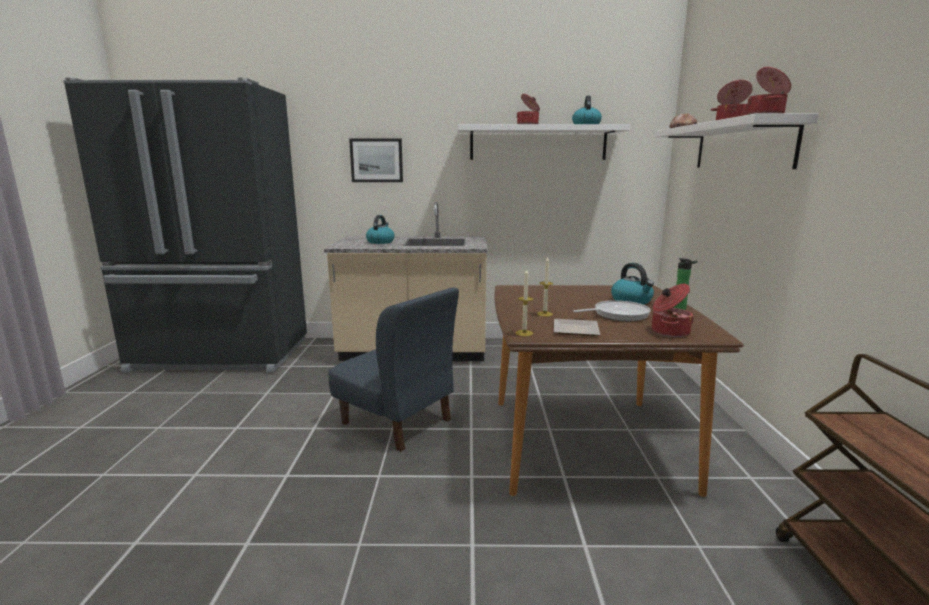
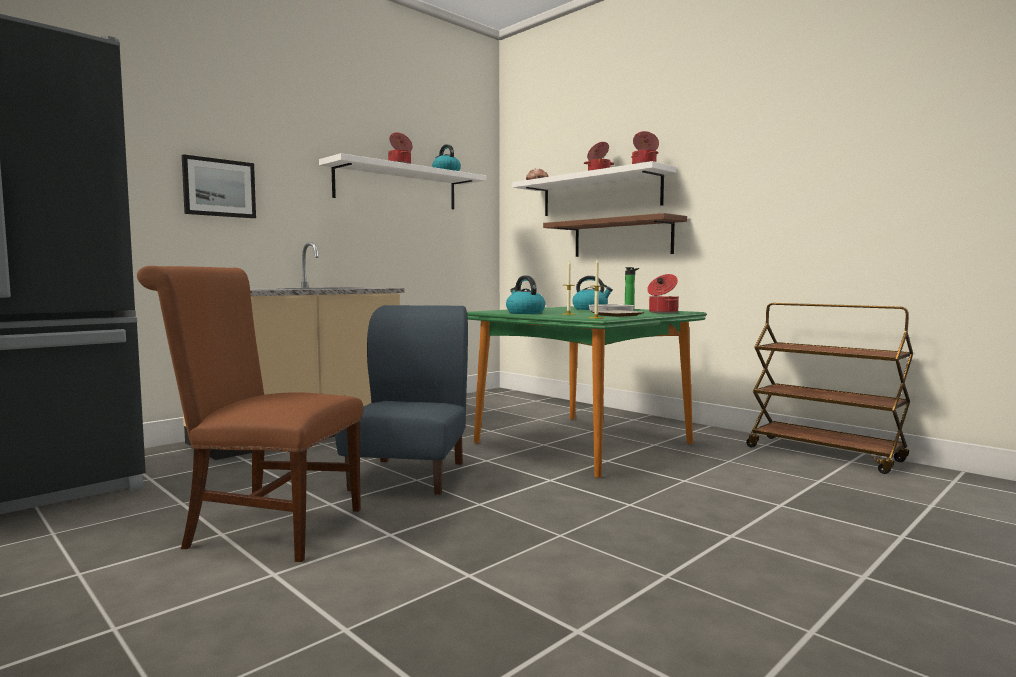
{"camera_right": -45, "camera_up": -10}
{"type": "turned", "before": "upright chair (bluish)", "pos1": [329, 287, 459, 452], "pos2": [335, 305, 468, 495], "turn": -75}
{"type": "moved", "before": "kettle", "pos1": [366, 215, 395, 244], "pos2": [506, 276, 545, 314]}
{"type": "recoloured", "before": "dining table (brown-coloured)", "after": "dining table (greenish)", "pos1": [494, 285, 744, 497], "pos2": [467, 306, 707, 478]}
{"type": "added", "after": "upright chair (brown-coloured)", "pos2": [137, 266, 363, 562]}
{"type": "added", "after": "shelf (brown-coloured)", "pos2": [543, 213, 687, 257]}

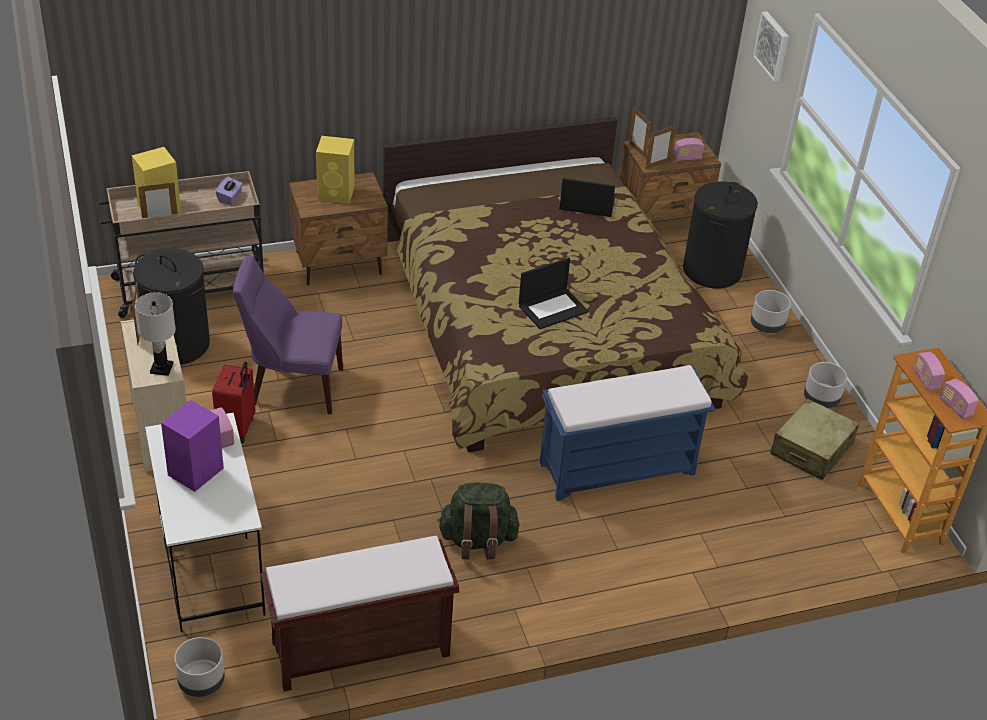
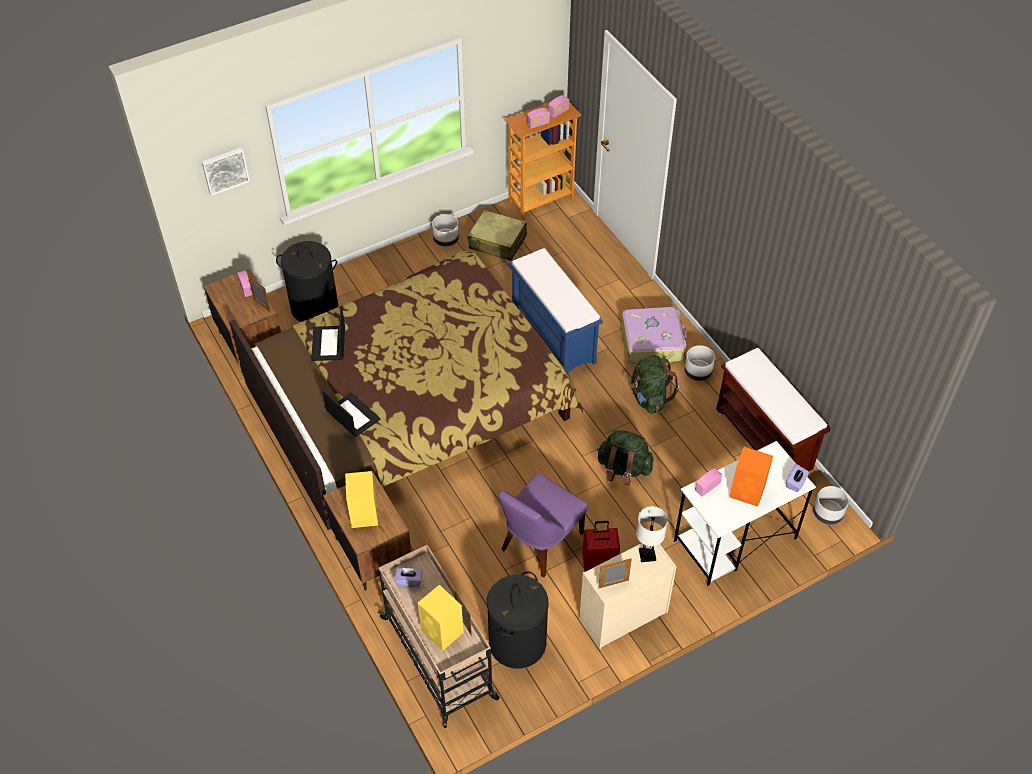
{"camera_right": -100, "camera_up": 10}
{"type": "recoloured", "before": "speaker (purplish)", "after": "speaker (orangey)", "pos1": [161, 400, 224, 492], "pos2": [729, 447, 773, 507]}
{"type": "turned", "before": "upright chair (purplish)", "pos1": [233, 255, 343, 414], "pos2": [498, 473, 587, 578], "turn": 45}
{"type": "moved", "before": "laptop", "pos1": [519, 257, 588, 329], "pos2": [322, 390, 380, 437]}
{"type": "removed", "before": "picture frame", "pos1": [628, 107, 651, 158]}
{"type": "moved", "before": "planter (gray)", "pos1": [750, 290, 791, 333], "pos2": [684, 345, 715, 381]}
{"type": "added", "after": "knapsack (greenish)", "pos2": [597, 430, 653, 486]}
{"type": "added", "after": "suitcase", "pos2": [621, 307, 687, 364]}
{"type": "added", "after": "tissue box (purplish)", "pos2": [786, 464, 809, 492]}

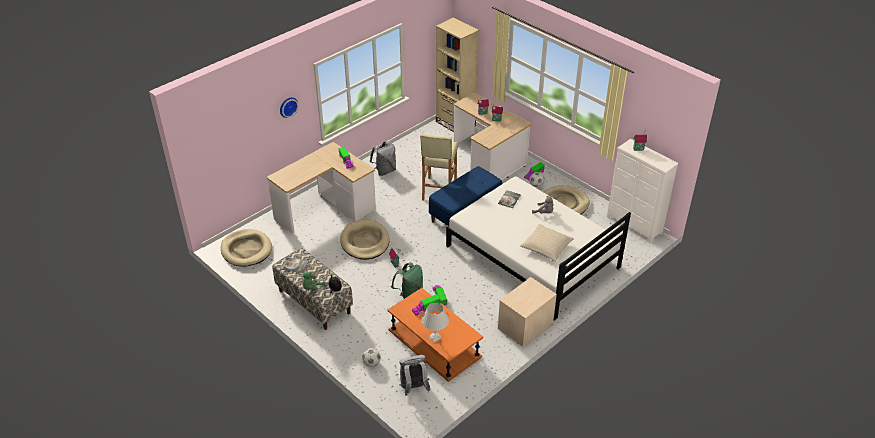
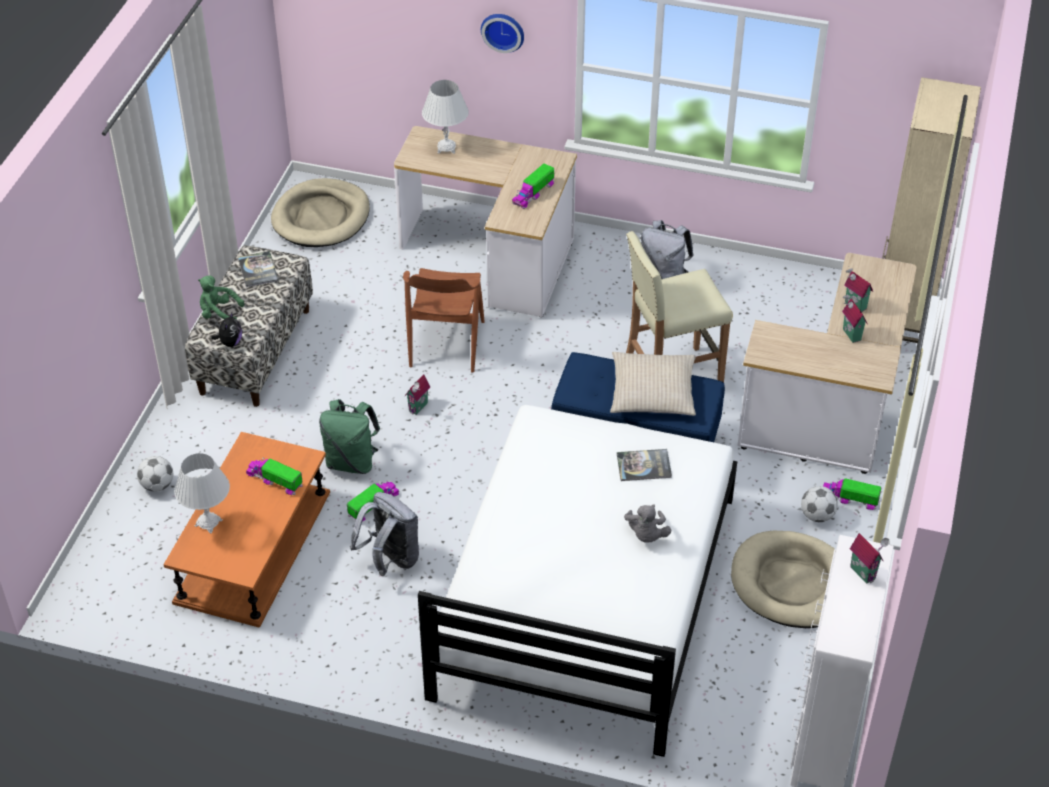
{"camera_right": 60, "camera_up": 5}
{"type": "replaced", "before": "dog cushion (sand-coloured)", "after": "upright chair (brown-coloured)", "pos1": [340, 219, 390, 260], "pos2": [403, 268, 485, 373]}
{"type": "moved", "before": "knapsack (gray)", "pos1": [399, 355, 431, 396], "pos2": [350, 492, 419, 576]}
{"type": "removed", "before": "nightstand (sand-coloured)", "pos1": [498, 277, 557, 347]}
{"type": "moved", "before": "cushion (sand-coloured)", "pos1": [520, 224, 574, 262], "pos2": [610, 352, 696, 416]}
{"type": "added", "after": "tabletop lamp (whitish)", "pos2": [422, 80, 469, 154]}

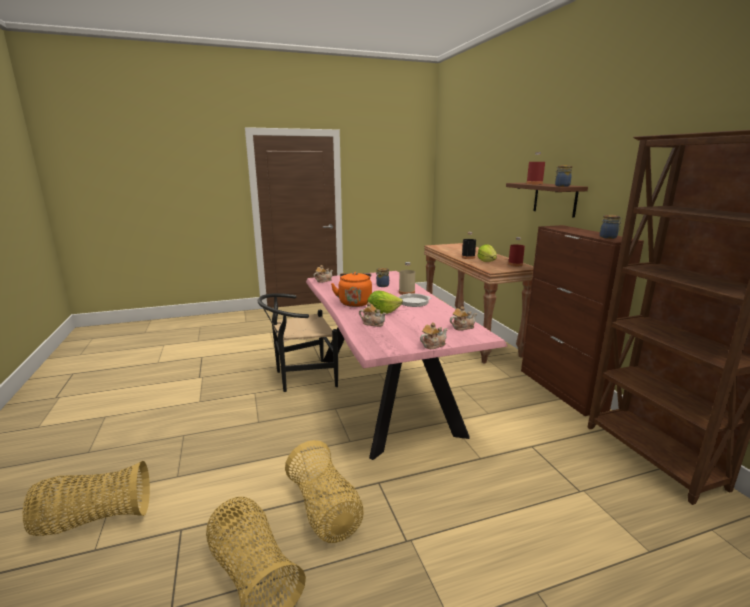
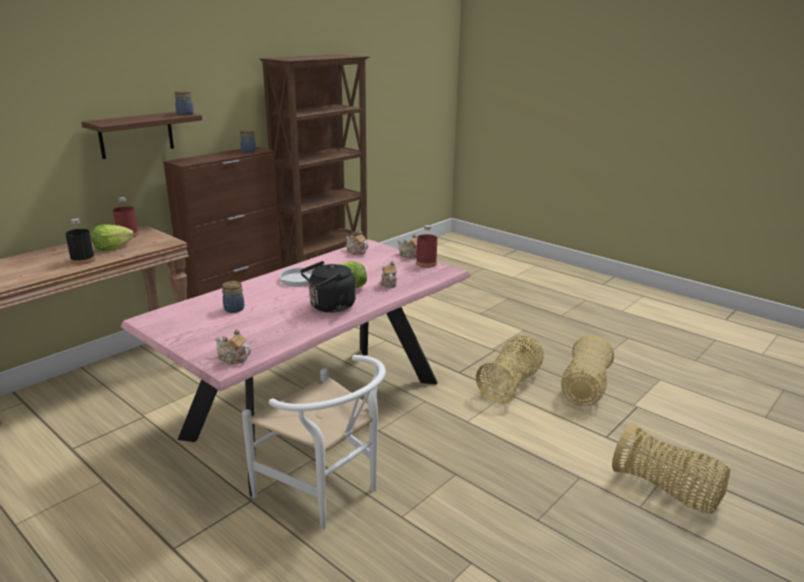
{"camera_right": -120, "camera_up": 5}
{"type": "recoloured", "before": "upright chair (blackish)", "after": "upright chair (whitish)", "pos1": [258, 293, 338, 392], "pos2": [242, 355, 386, 530]}
{"type": "recoloured", "before": "kettle (orangey)", "after": "kettle (blackish)", "pos1": [331, 272, 372, 307], "pos2": [300, 261, 356, 313]}
{"type": "removed", "before": "beverage bottle (sand-coloured)", "pos1": [399, 262, 415, 295]}
{"type": "moved", "before": "beverage bottle (reddish)", "pos1": [526, 152, 545, 184], "pos2": [416, 225, 437, 268]}

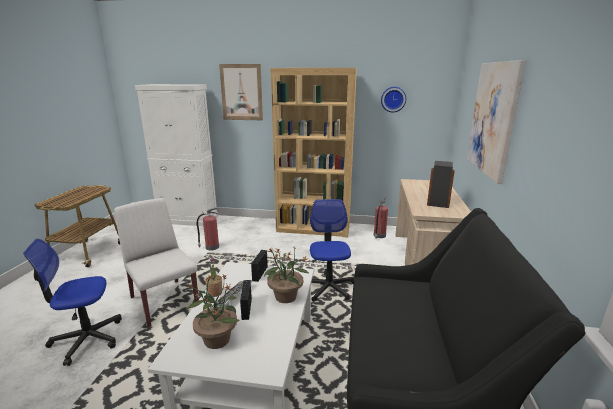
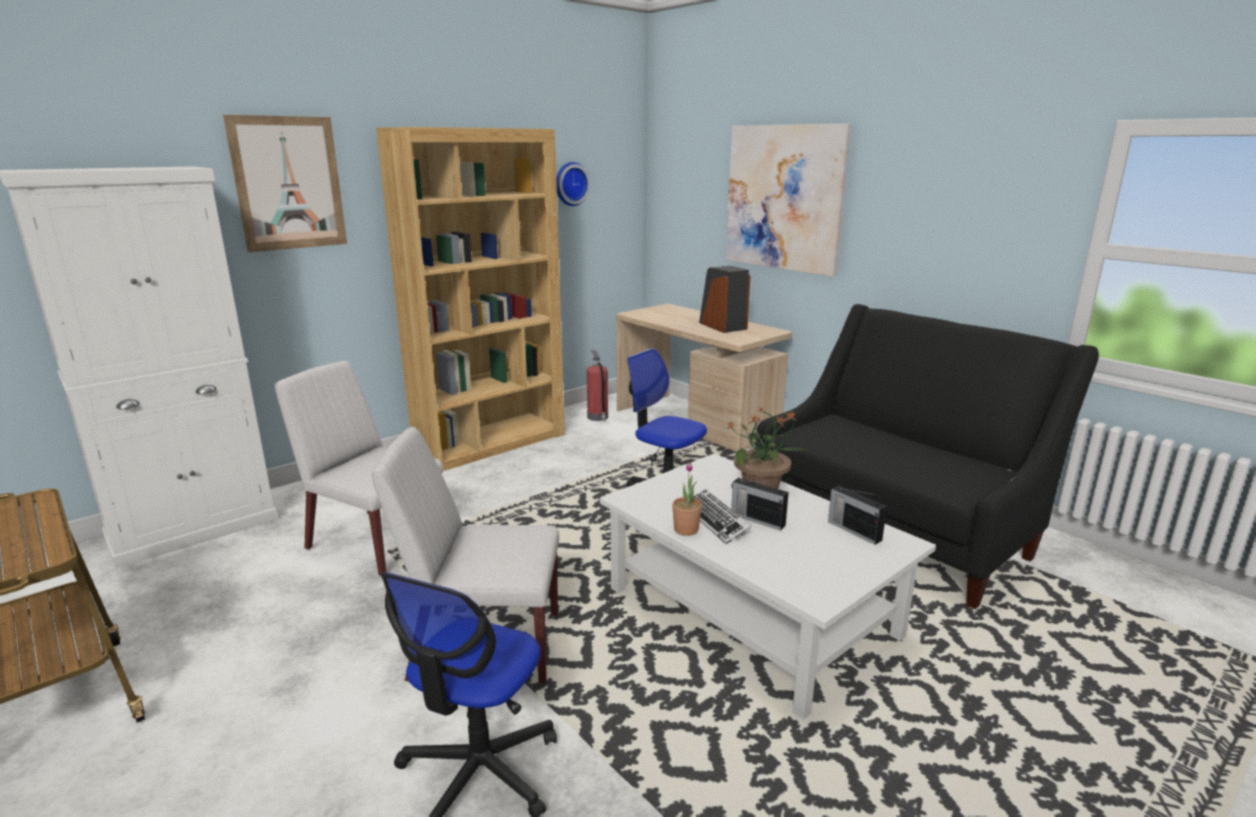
{"camera_right": -50, "camera_up": 0}
{"type": "removed", "before": "houseplant", "pos1": [186, 273, 240, 349]}
{"type": "replaced", "before": "fire extinguisher", "after": "upright chair (whitish)", "pos1": [197, 208, 219, 251], "pos2": [275, 361, 443, 576]}
{"type": "moved", "before": "radio", "pos1": [251, 250, 268, 282], "pos2": [828, 486, 887, 545]}

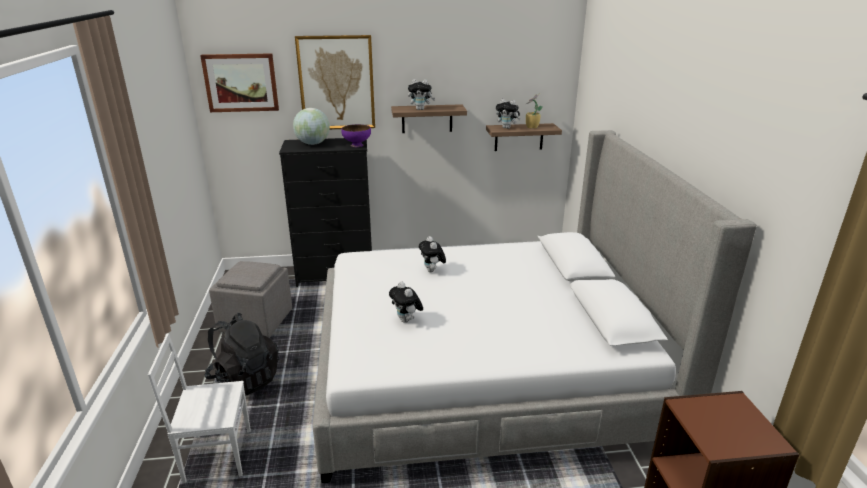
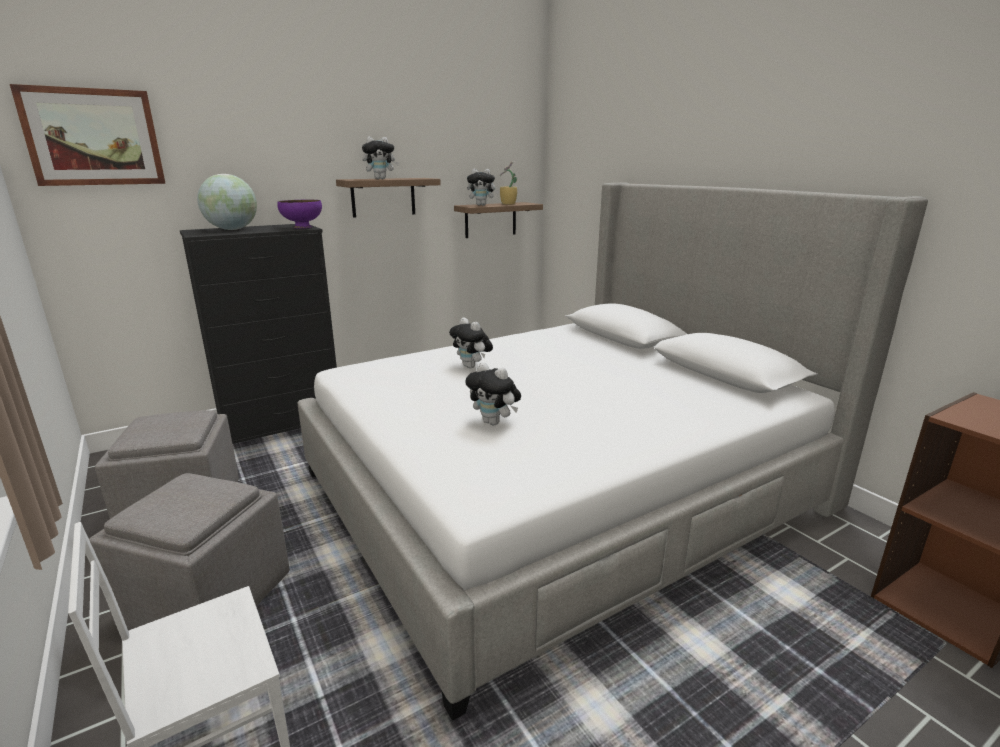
{"camera_right": -25, "camera_up": -5}
{"type": "replaced", "before": "knapsack (blackish)", "after": "footrest (gray)", "pos1": [204, 313, 279, 396], "pos2": [89, 473, 290, 630]}
{"type": "removed", "before": "wall picture", "pos1": [295, 35, 375, 129]}

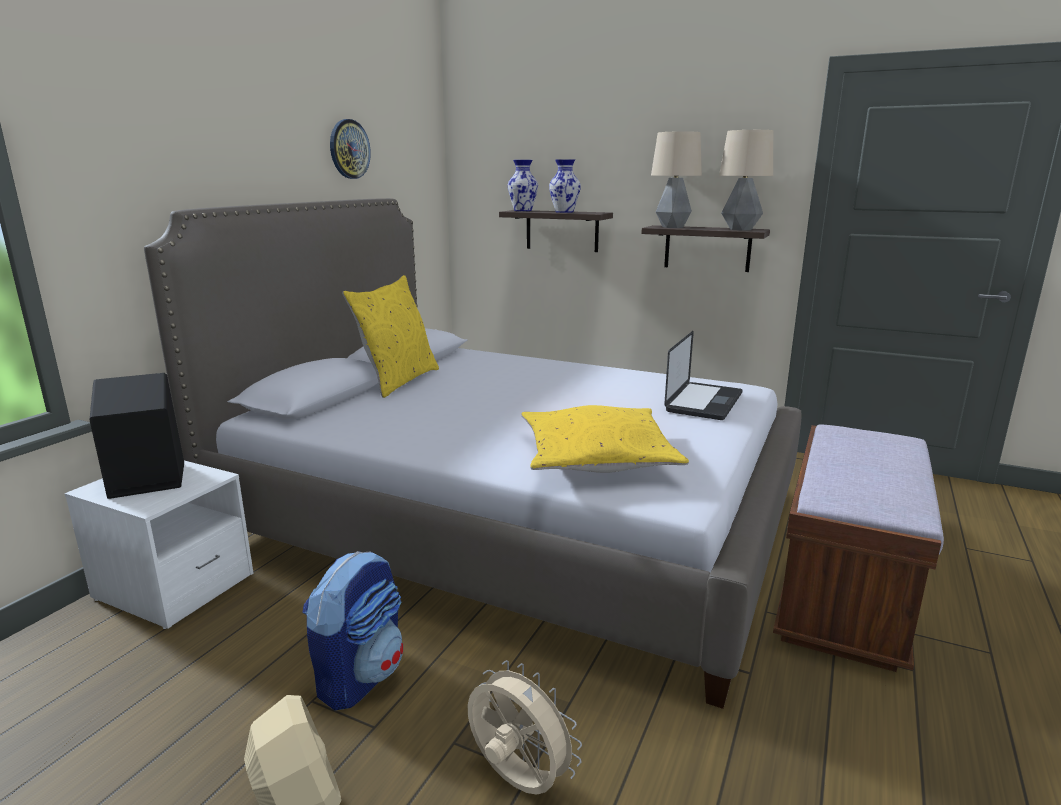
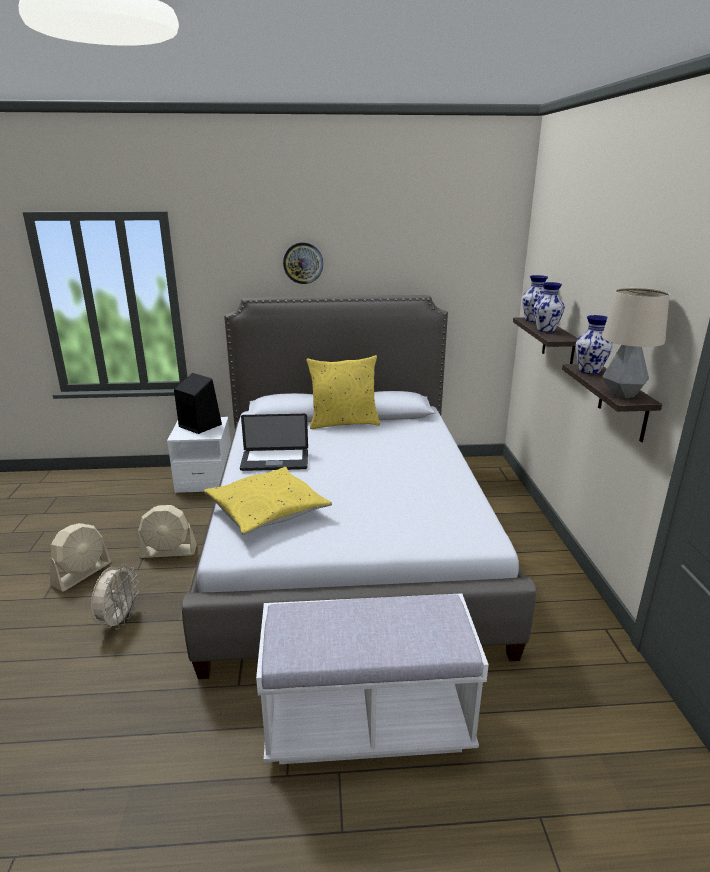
{"camera_right": 60, "camera_up": 5}
{"type": "replaced", "before": "knapsack", "after": "electric fan (sand-coloured)", "pos1": [302, 551, 403, 710], "pos2": [138, 505, 197, 558]}
{"type": "moved", "before": "hanging clock", "pos1": [330, 119, 371, 179], "pos2": [283, 242, 323, 284]}
{"type": "replaced", "before": "tabletop lamp", "after": "decorative vase", "pos1": [651, 131, 702, 228], "pos2": [575, 315, 613, 374]}
{"type": "moved", "before": "laptop", "pos1": [664, 331, 743, 420], "pos2": [240, 414, 308, 471]}
{"type": "recoloured", "before": "long seat (brown-coloured)", "after": "long seat (whitish)", "pos1": [773, 424, 944, 672], "pos2": [256, 593, 489, 764]}

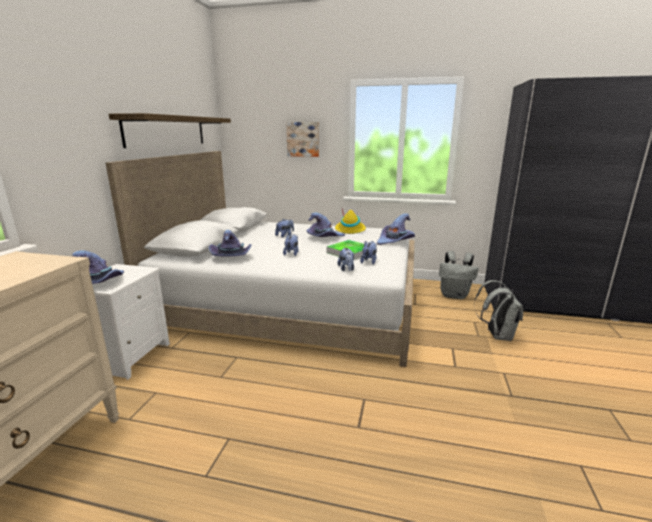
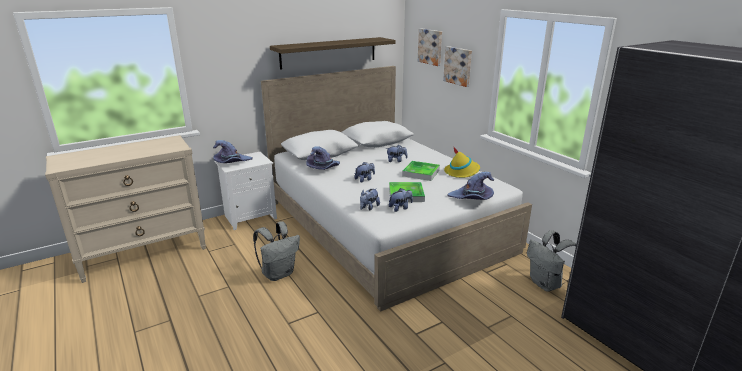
{"camera_right": 45, "camera_up": 5}
{"type": "replaced", "before": "wearable hat (purplish)", "after": "tray", "pos1": [307, 213, 345, 237], "pos2": [402, 161, 440, 181]}
{"type": "moved", "before": "knapsack (gray)", "pos1": [474, 280, 523, 341], "pos2": [253, 221, 300, 281]}
{"type": "added", "after": "wall picture", "pos2": [418, 28, 442, 66]}

